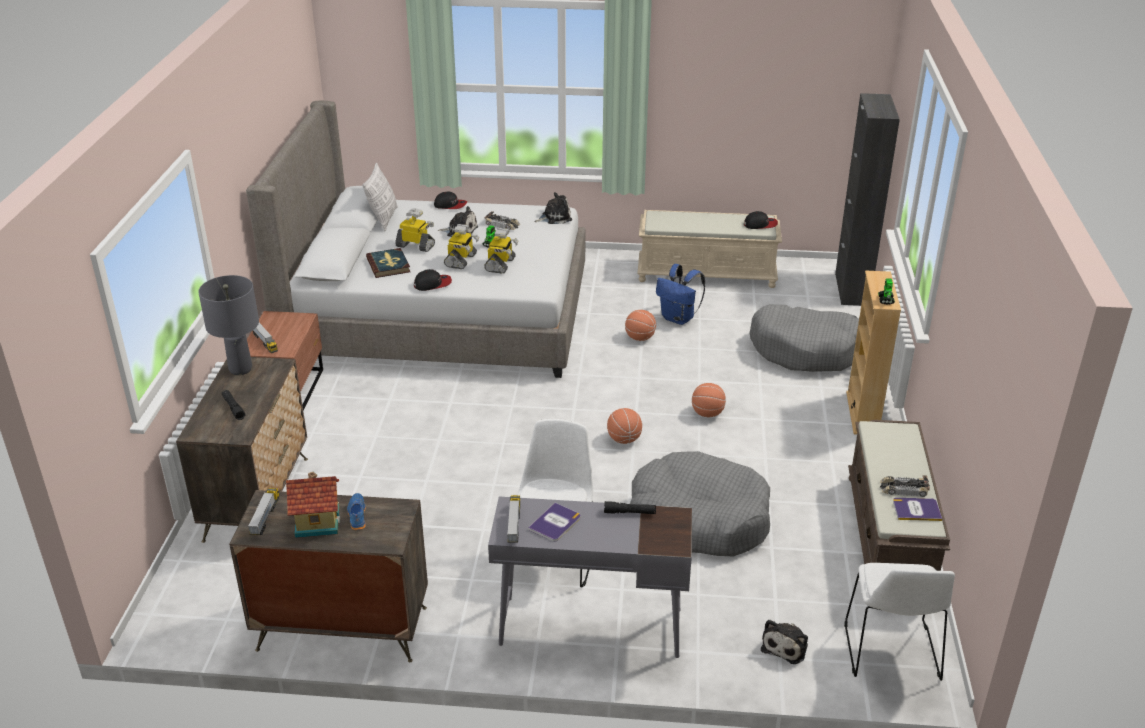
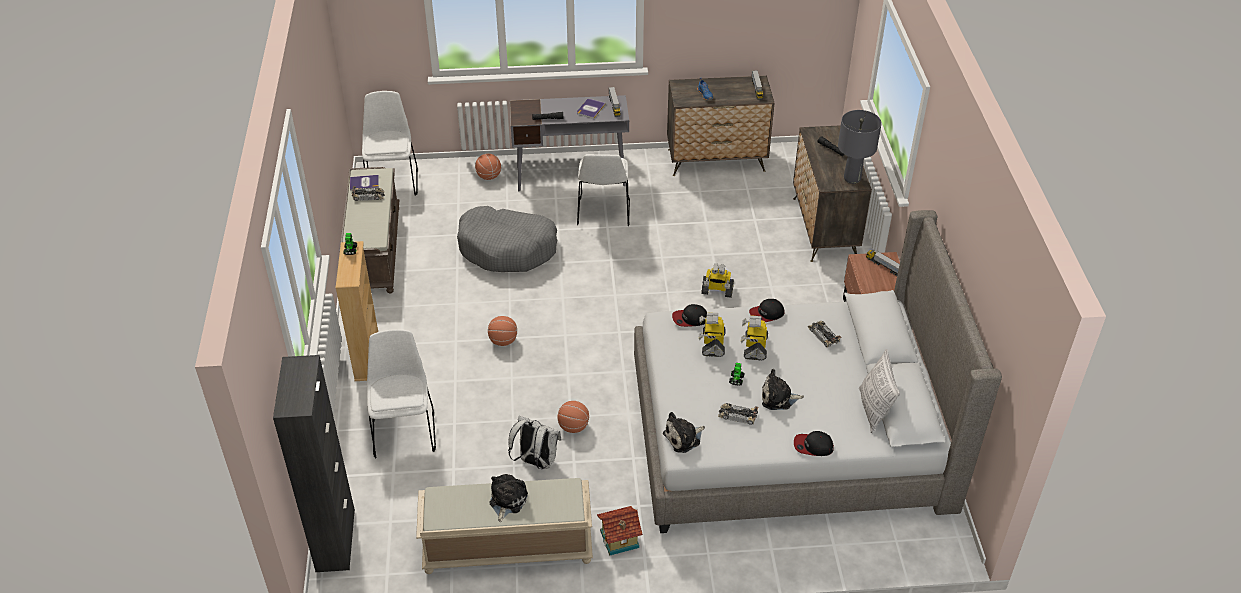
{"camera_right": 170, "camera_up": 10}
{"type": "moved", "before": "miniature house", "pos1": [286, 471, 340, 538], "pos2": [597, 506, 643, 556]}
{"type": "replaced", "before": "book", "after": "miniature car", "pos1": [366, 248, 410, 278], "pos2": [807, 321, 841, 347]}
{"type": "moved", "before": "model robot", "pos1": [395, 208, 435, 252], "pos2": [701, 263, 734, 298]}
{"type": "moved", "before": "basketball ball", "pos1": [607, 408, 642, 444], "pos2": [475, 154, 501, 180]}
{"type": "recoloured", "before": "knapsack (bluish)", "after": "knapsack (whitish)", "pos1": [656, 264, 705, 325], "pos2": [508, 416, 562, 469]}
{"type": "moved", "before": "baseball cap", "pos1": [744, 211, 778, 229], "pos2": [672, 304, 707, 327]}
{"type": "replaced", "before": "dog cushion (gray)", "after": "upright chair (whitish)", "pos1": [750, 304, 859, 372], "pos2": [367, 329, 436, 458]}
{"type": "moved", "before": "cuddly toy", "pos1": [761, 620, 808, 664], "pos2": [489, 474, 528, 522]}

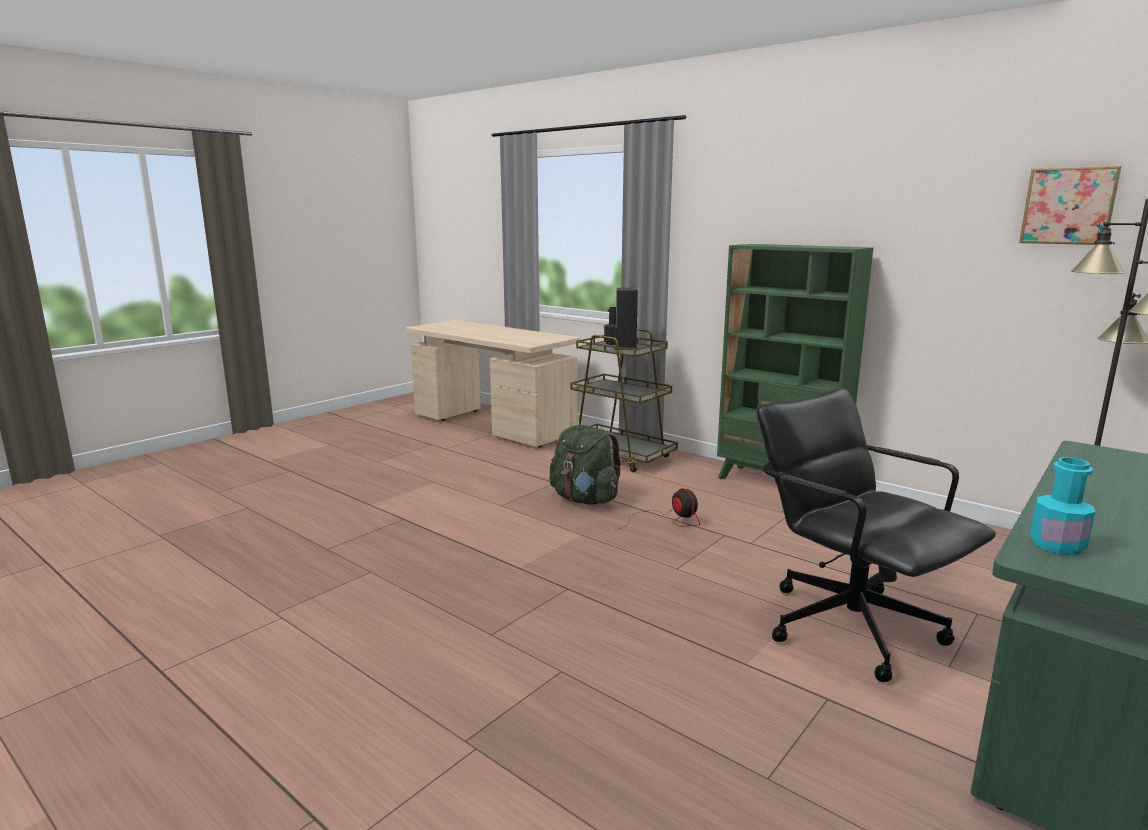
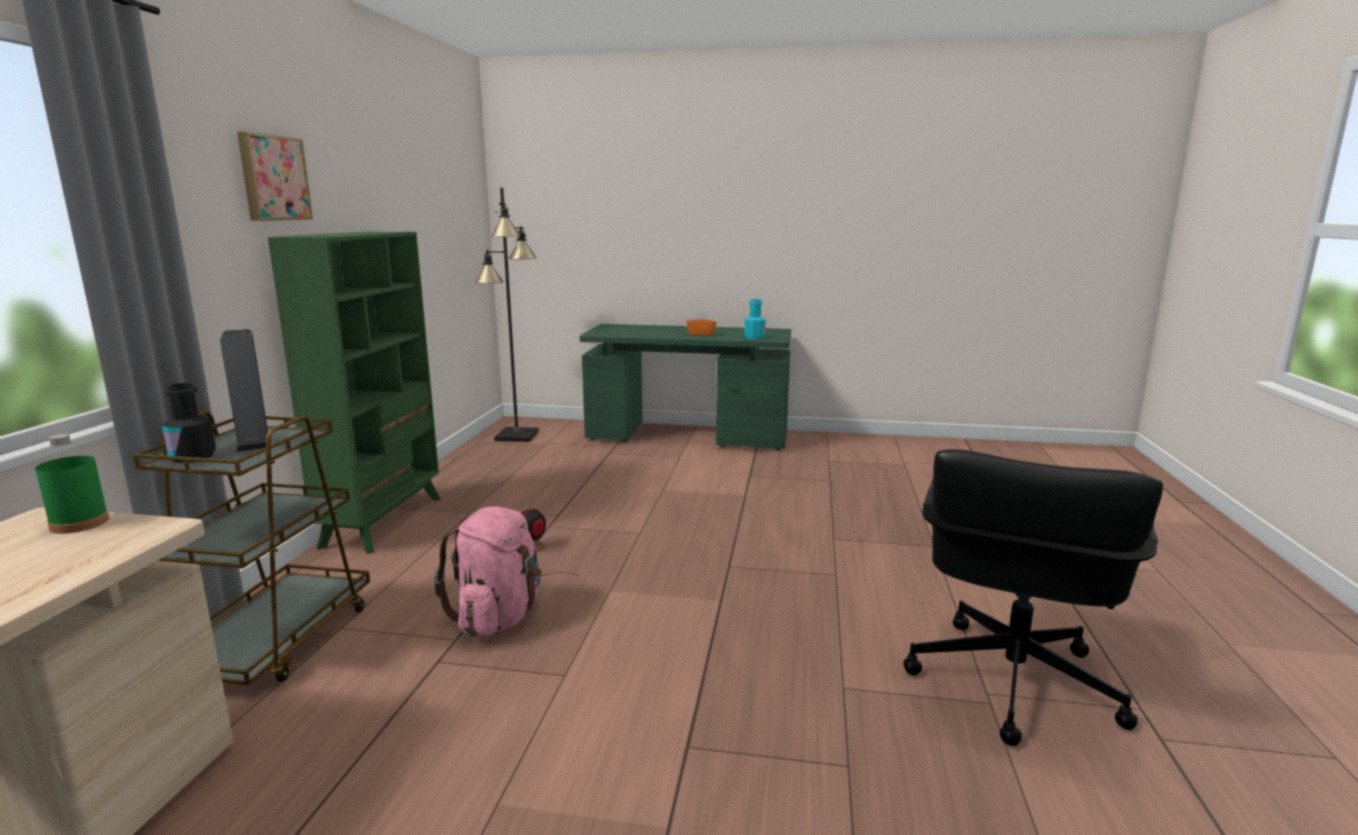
{"camera_right": -120, "camera_up": 0}
{"type": "recoloured", "before": "knapsack (greenish)", "after": "knapsack (pinkish)", "pos1": [550, 425, 622, 505], "pos2": [435, 507, 542, 637]}
{"type": "moved", "before": "office chair (blackish)", "pos1": [757, 388, 996, 682], "pos2": [903, 449, 1163, 746]}
{"type": "moved", "before": "wall picture", "pos1": [1019, 166, 1122, 245], "pos2": [237, 132, 313, 221]}
{"type": "added", "after": "beverage bottle (greenish)", "pos2": [35, 434, 109, 534]}
{"type": "added", "after": "tissue box (orangey)", "pos2": [686, 312, 717, 336]}

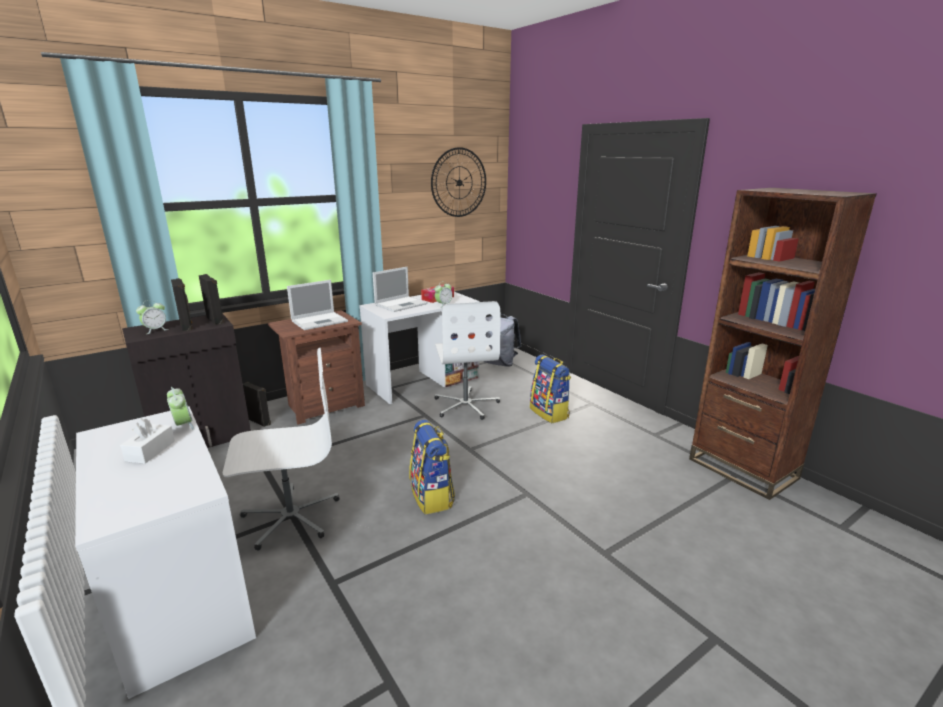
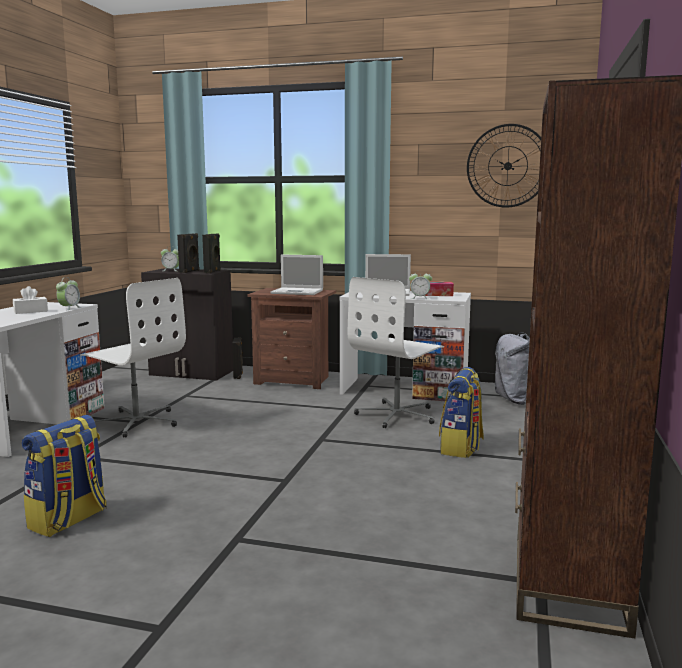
{"camera_right": 50, "camera_up": -10}
{"type": "moved", "before": "knapsack", "pos1": [409, 420, 455, 515], "pos2": [22, 415, 107, 537]}

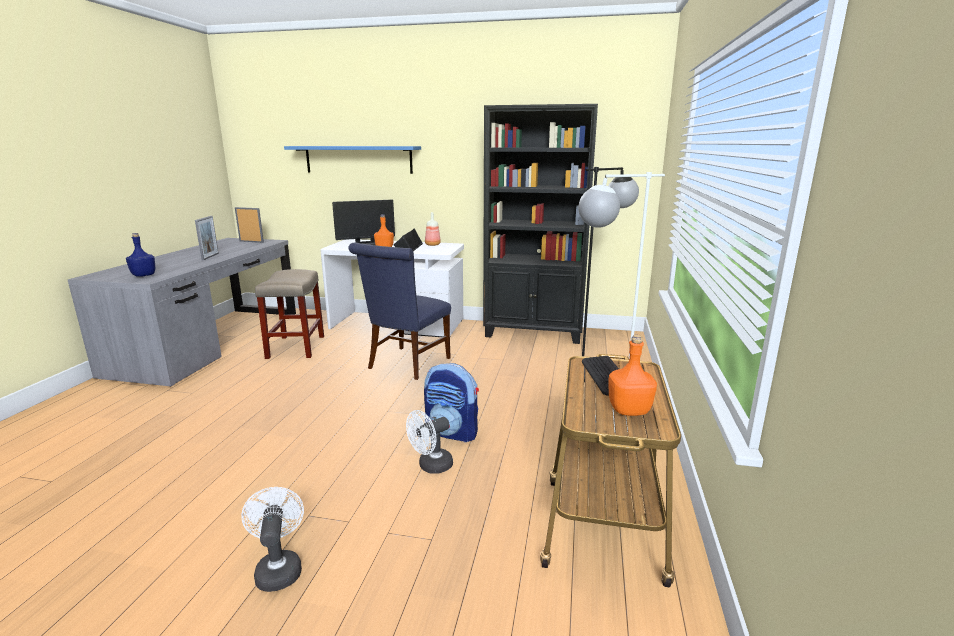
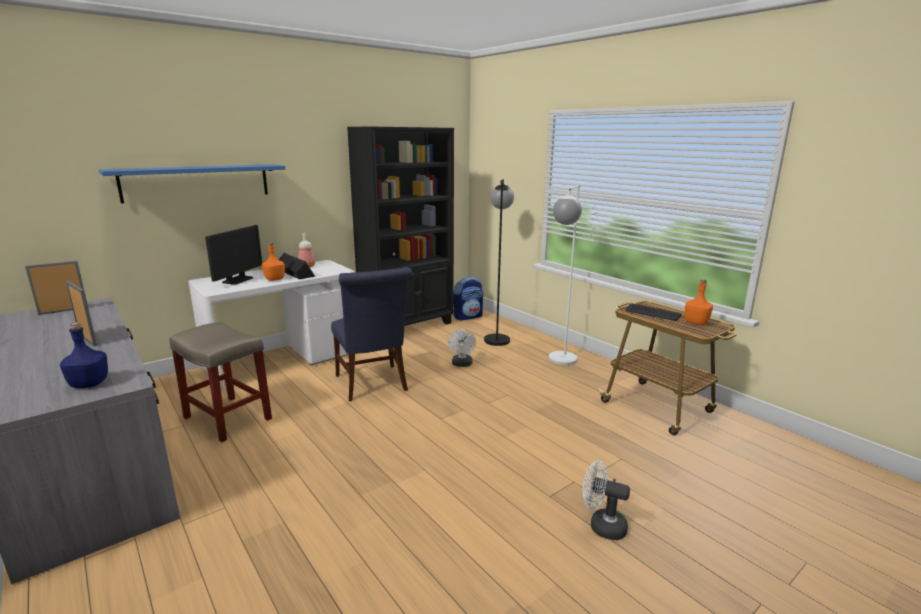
{"camera_right": -50, "camera_up": 0}
{"type": "moved", "before": "electric fan (whitish)", "pos1": [406, 410, 453, 474], "pos2": [448, 329, 476, 367]}
{"type": "moved", "before": "knapsack", "pos1": [424, 363, 479, 442], "pos2": [453, 277, 483, 320]}

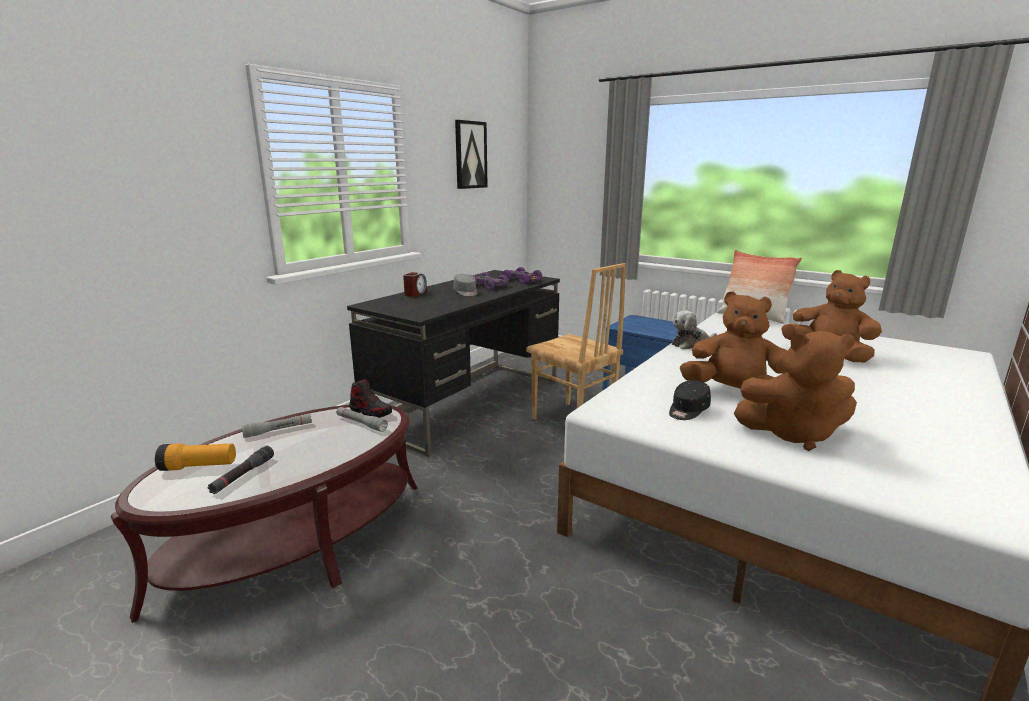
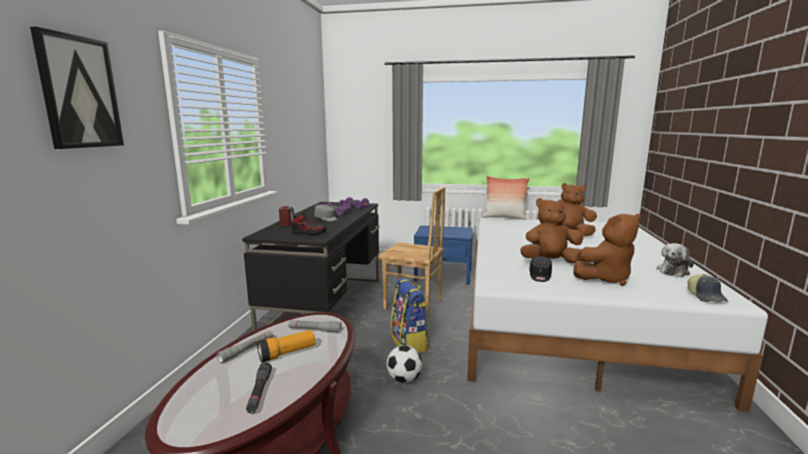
{"camera_right": -25, "camera_up": -5}
{"type": "moved", "before": "torch", "pos1": [155, 443, 236, 471], "pos2": [257, 330, 315, 362]}
{"type": "moved", "before": "shoe", "pos1": [349, 379, 392, 418], "pos2": [291, 211, 327, 235]}
{"type": "moved", "before": "wall picture", "pos1": [455, 120, 488, 189], "pos2": [30, 27, 124, 149]}
{"type": "moved", "before": "cuddly toy", "pos1": [672, 310, 717, 349], "pos2": [657, 243, 694, 278]}
{"type": "added", "after": "football ball", "pos2": [386, 345, 423, 383]}
{"type": "added", "after": "knapsack", "pos2": [390, 278, 429, 353]}
{"type": "added", "after": "baseball cap", "pos2": [688, 274, 728, 302]}

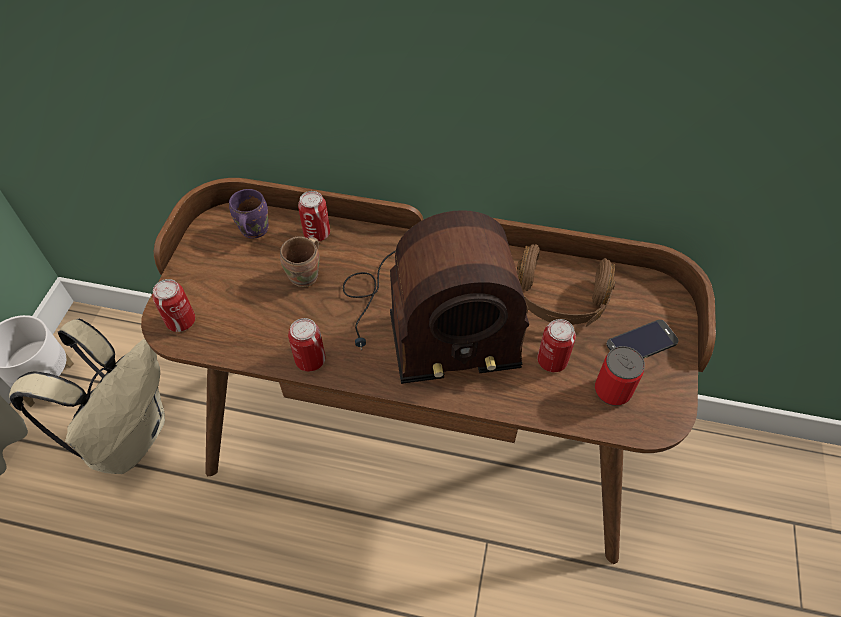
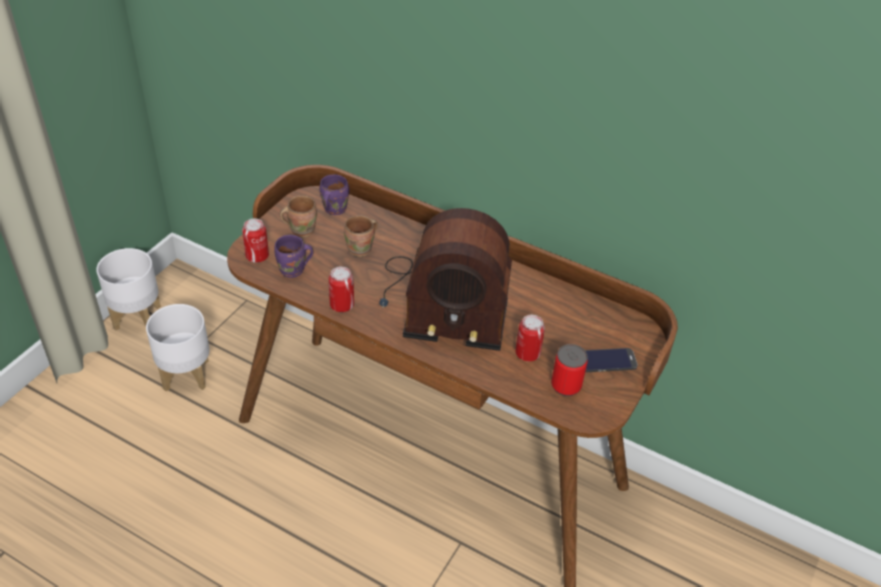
{"camera_right": 15, "camera_up": -10}
{"type": "replaced", "before": "knapsack (sand-coloured)", "after": "planter (whitish)", "pos1": [9, 319, 165, 474], "pos2": [146, 304, 210, 392]}
{"type": "removed", "before": "sealed can", "pos1": [298, 191, 330, 241]}
{"type": "removed", "before": "pair of headphones (brown-coloured)", "pos1": [517, 244, 615, 327]}
{"type": "added", "after": "mug (purplish)", "pos2": [275, 235, 314, 278]}
{"type": "added", "after": "mug (brown-coloured)", "pos2": [280, 195, 317, 238]}

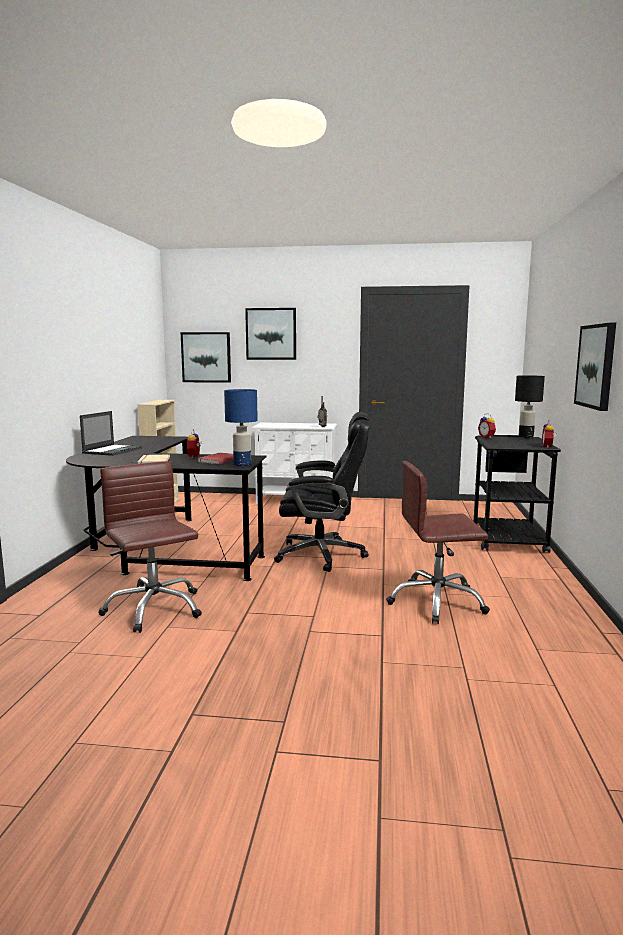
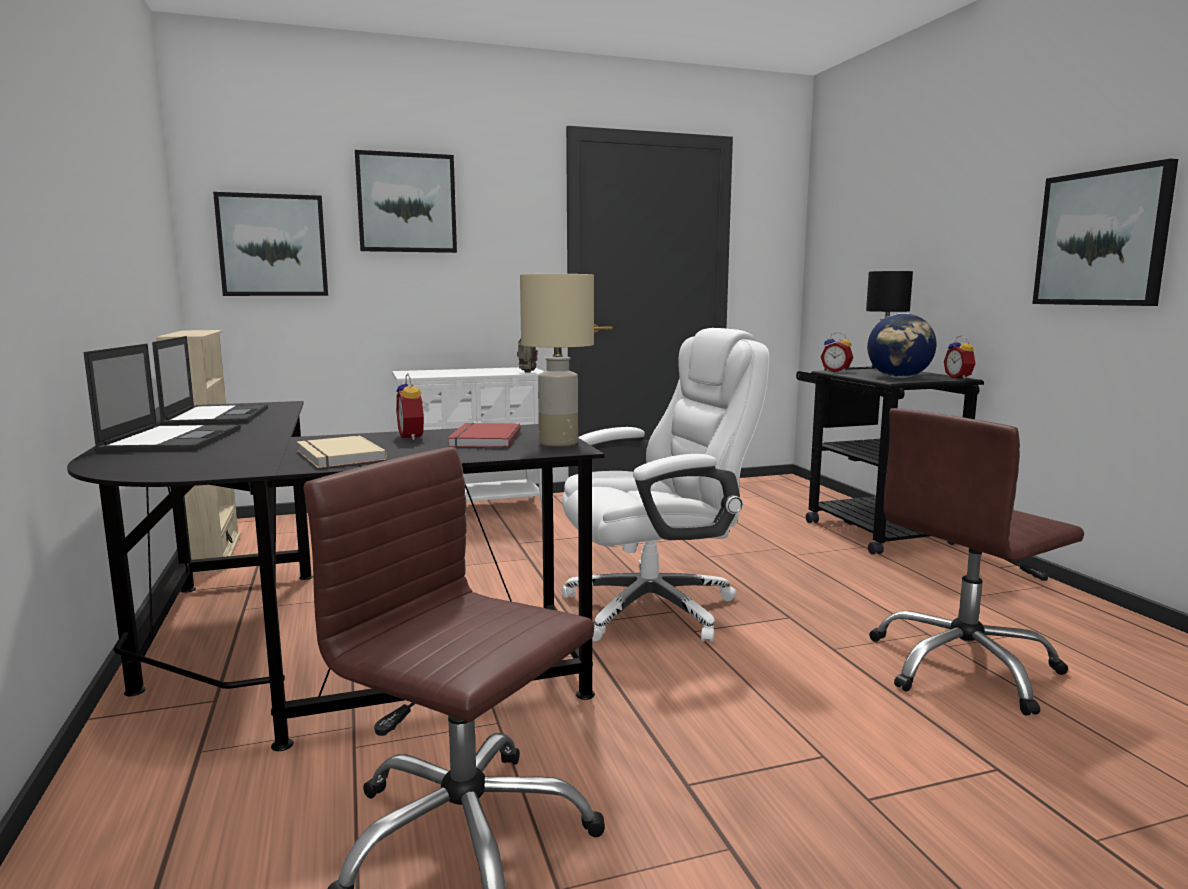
{"camera_right": -25, "camera_up": 0}
{"type": "recoloured", "before": "tabletop lamp (bluish)", "after": "tabletop lamp (sand-coloured)", "pos1": [224, 389, 258, 466], "pos2": [520, 274, 594, 447]}
{"type": "recoloured", "before": "office chair (blackish)", "after": "office chair (whitish)", "pos1": [274, 412, 369, 572], "pos2": [562, 328, 769, 643]}
{"type": "added", "after": "laptop", "pos2": [152, 336, 268, 426]}
{"type": "added", "after": "globe", "pos2": [867, 313, 936, 378]}

